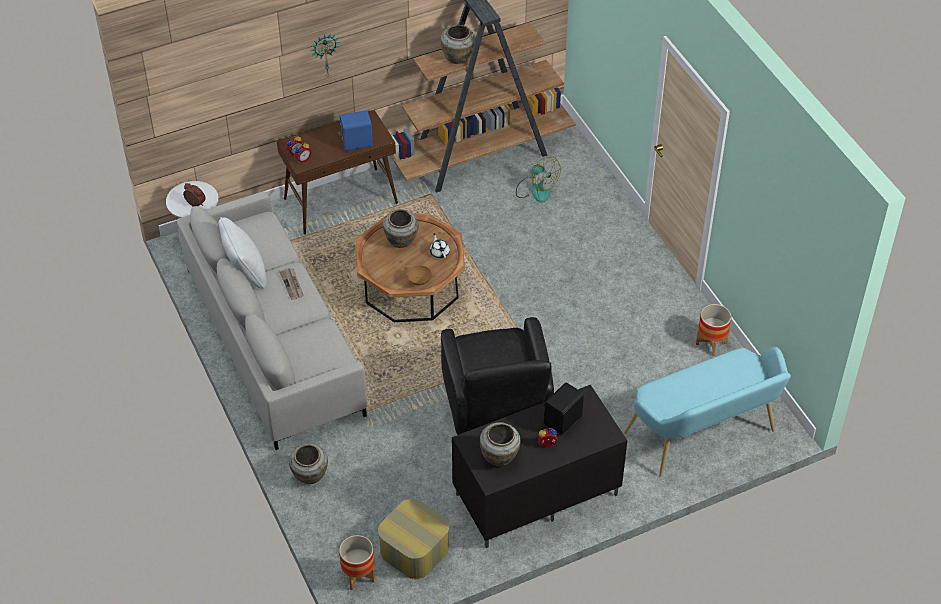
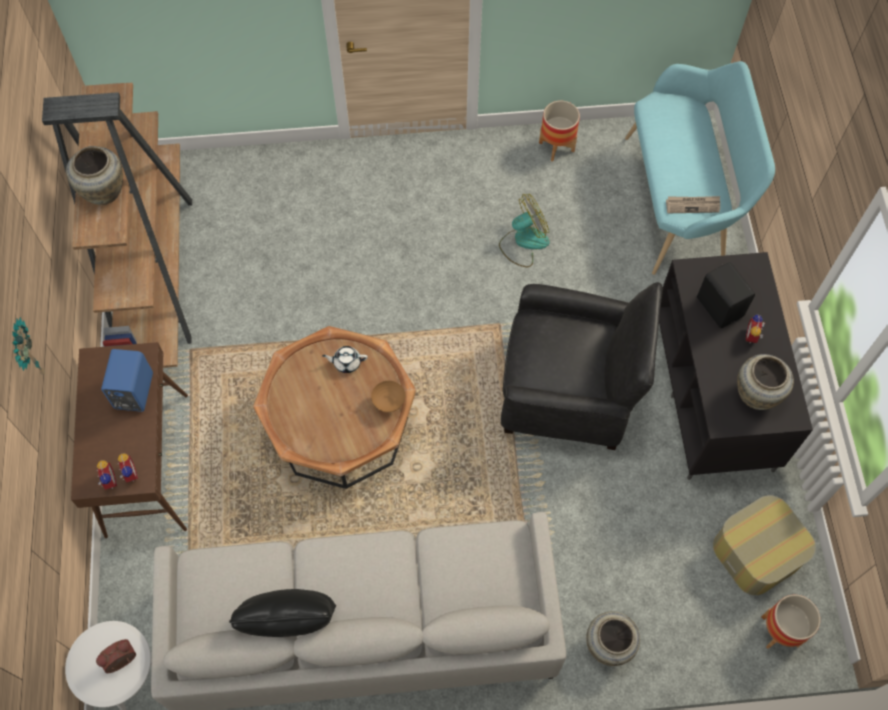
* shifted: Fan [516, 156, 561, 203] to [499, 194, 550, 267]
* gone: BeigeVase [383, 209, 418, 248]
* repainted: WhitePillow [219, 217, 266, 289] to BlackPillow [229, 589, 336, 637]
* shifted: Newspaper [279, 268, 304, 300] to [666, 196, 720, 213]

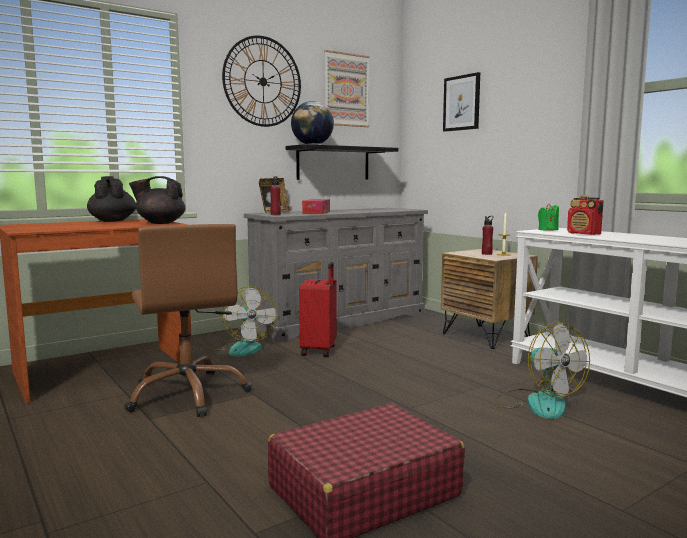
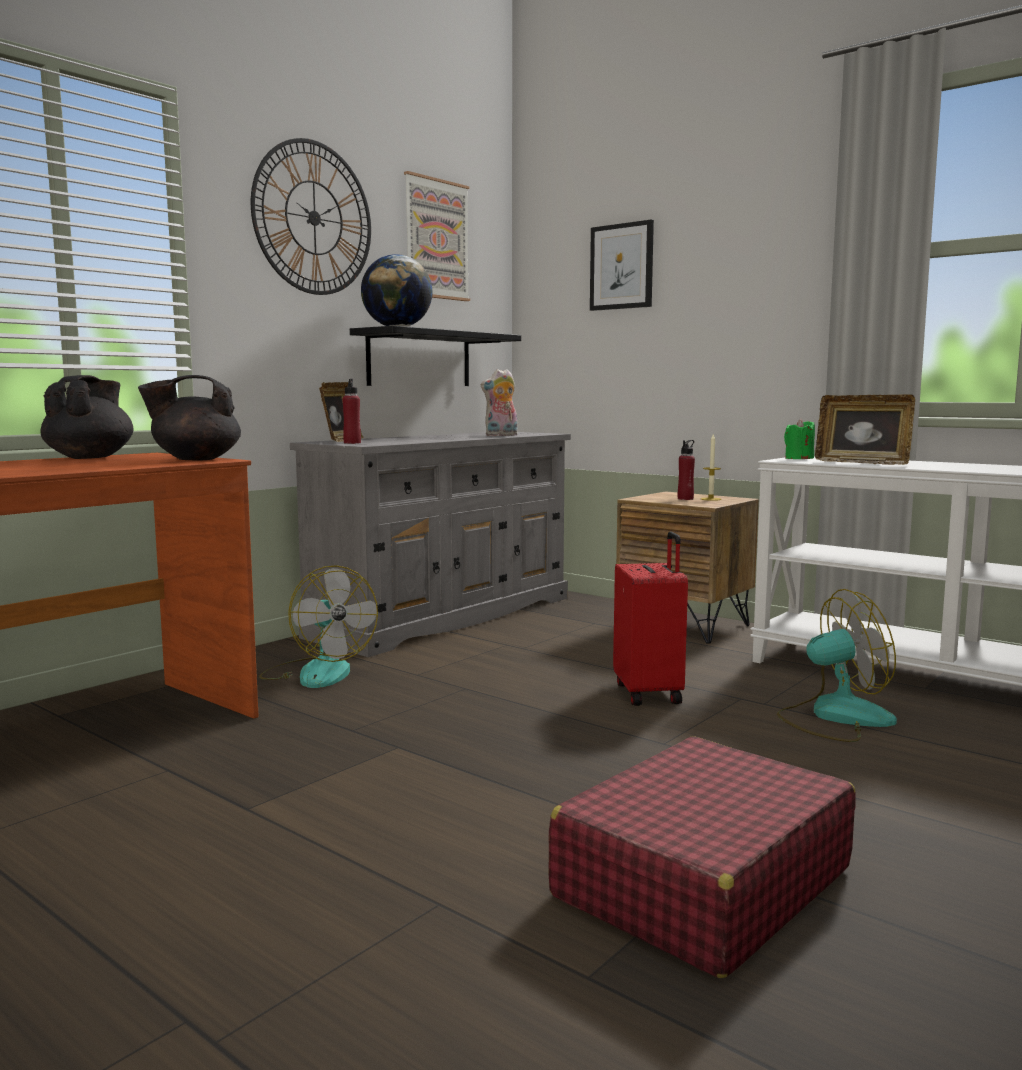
* rotated: BlackTeapot [87, 176, 136, 222] = [40, 375, 133, 459] 45 degrees clockwise
* swapped: Radio [567, 195, 604, 235] to PictureFrame [815, 394, 915, 465]
* gone: TissueBox [302, 199, 330, 214]
* gone: BrownOfficeChair [124, 224, 252, 417]
* shifted: RedSuitcase [299, 262, 337, 357] to [613, 532, 688, 706]
* rotated: Fan [495, 322, 590, 419] = [777, 589, 897, 742] 60 degrees counterclockwise
* new: PlushToy [480, 369, 518, 436]

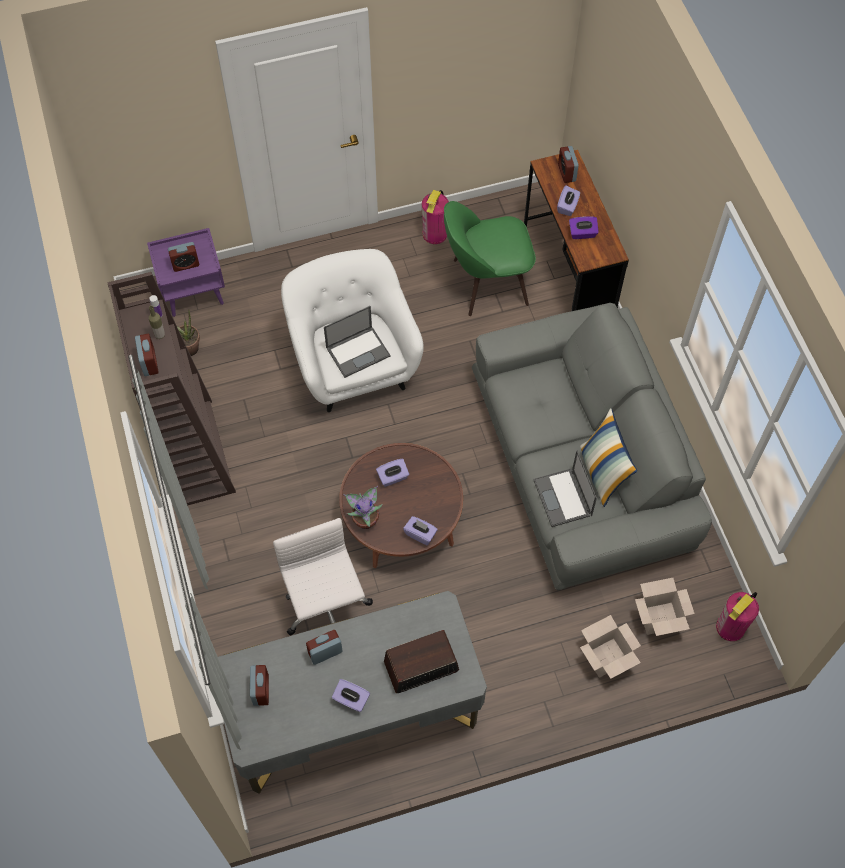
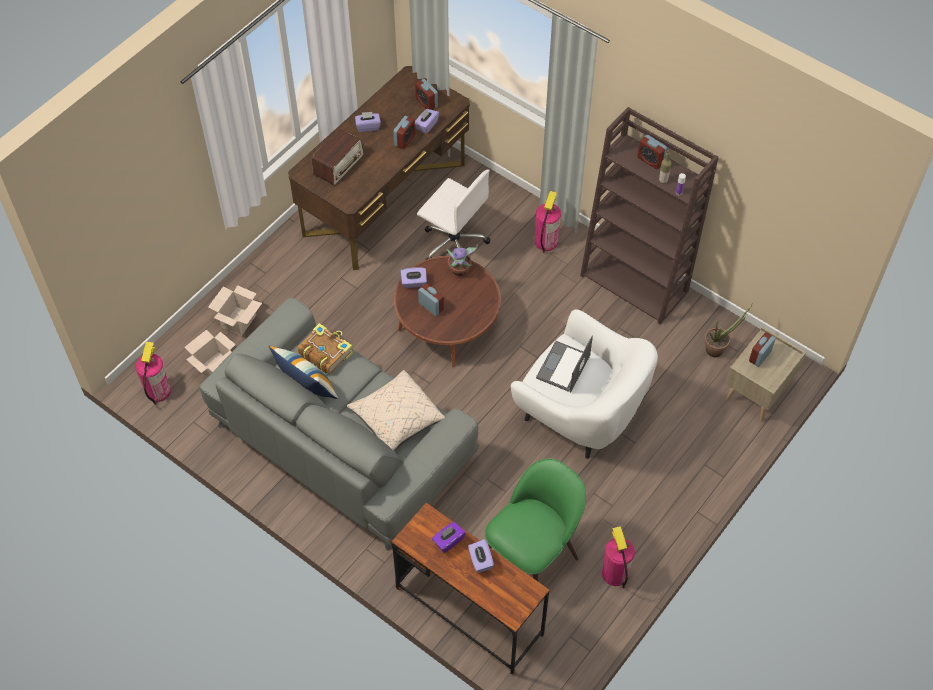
* shifted: AlarmClock [558, 146, 579, 183] to [418, 283, 444, 316]
* repainted: PurpleNightstand [147, 228, 225, 317] to BeigeNightstand [725, 326, 806, 422]
* swapped: Laptop [533, 451, 597, 527] to Book [298, 323, 353, 375]
* shifted: PurpleTissueBox [376, 459, 409, 487] to [415, 109, 439, 134]
* repainted: GreyDesk [218, 591, 487, 794] to BrownDesk [288, 66, 470, 270]
* new: FireExtinguisher [535, 191, 561, 253]
* new: BeigePillow [347, 370, 445, 451]

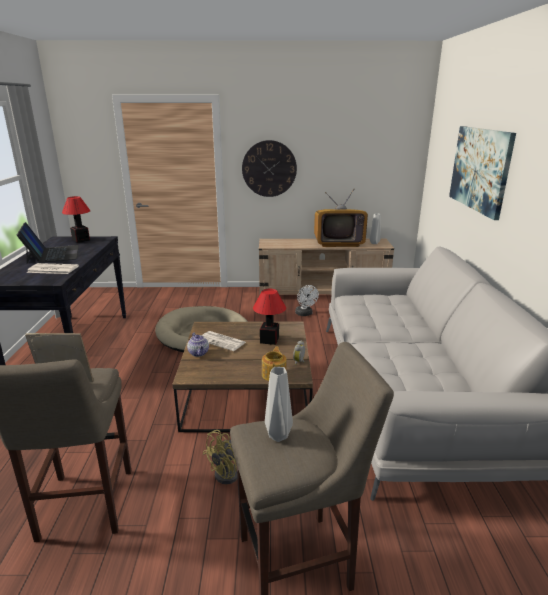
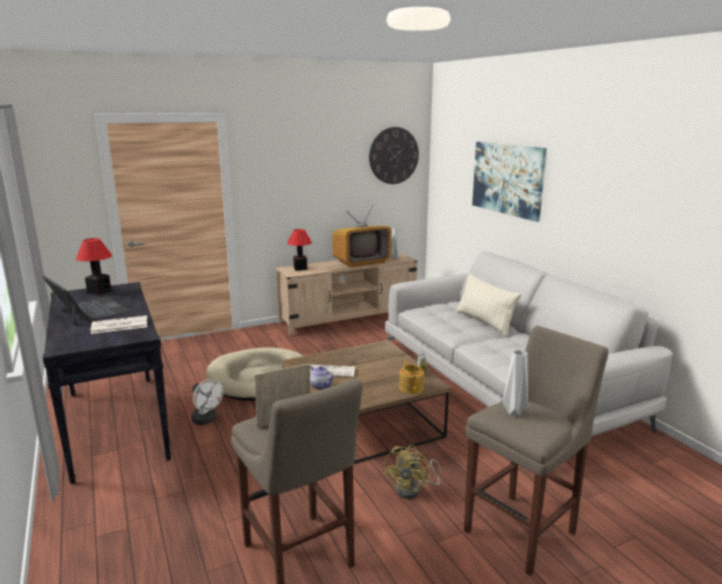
* shifted: WallClock [242, 140, 297, 197] to [369, 127, 419, 184]
* shifted: WhiteFan [295, 285, 319, 316] to [191, 379, 223, 425]
* shifted: TableLamp [253, 289, 286, 345] to [287, 229, 312, 271]
* new: BeigePillow [456, 274, 521, 336]

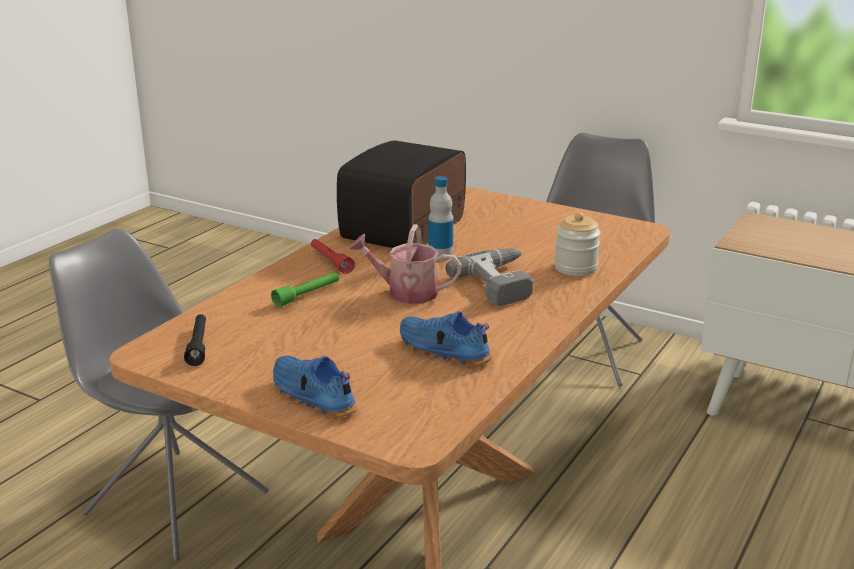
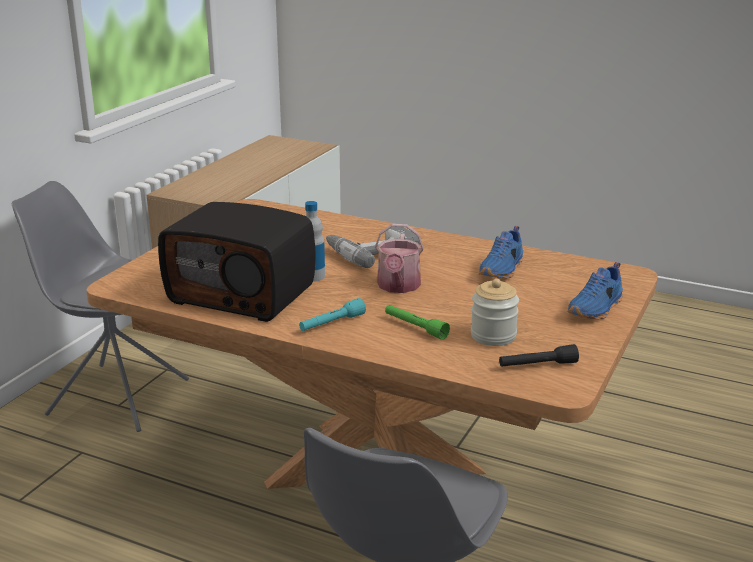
* shifted: Jar [554, 212, 601, 276] to [471, 279, 519, 346]
* repainted: RedFlashlight [311, 239, 355, 274] to TurquoiseFlashlight [299, 298, 366, 331]

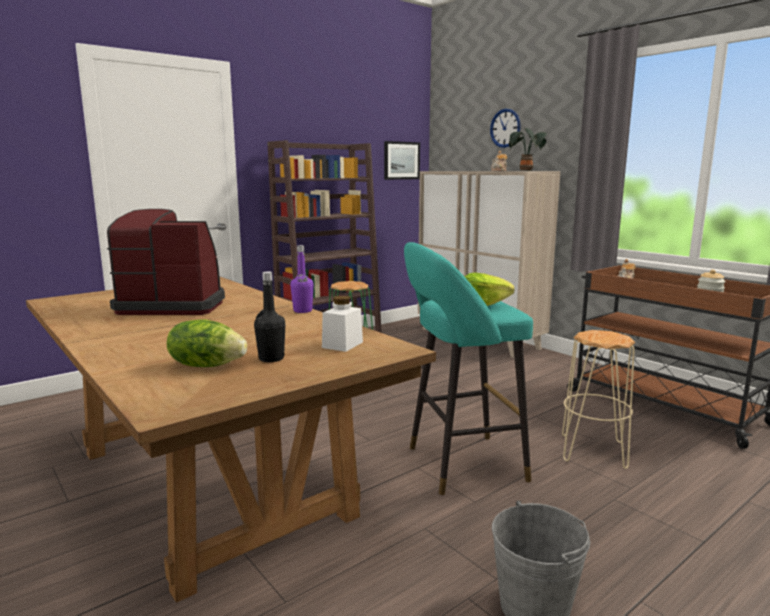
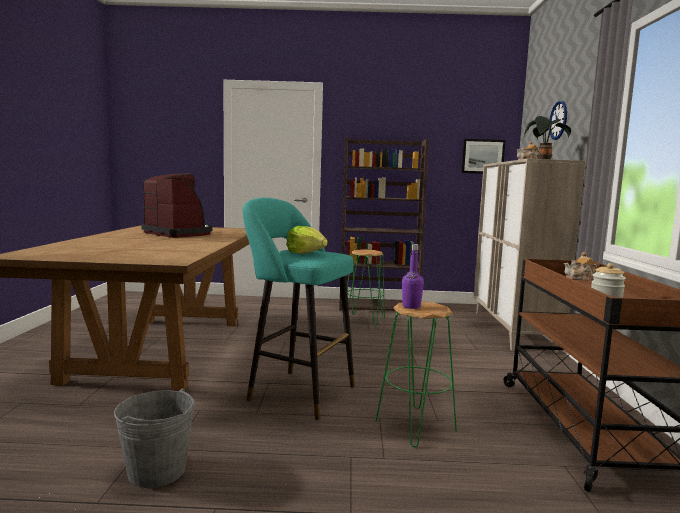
* shifted: PurpleBottle [290, 245, 314, 313] to [402, 244, 424, 309]
* gone: BlackBottle [254, 271, 285, 362]
* gone: WhiteJar [322, 296, 363, 352]
* gone: Lettuce [167, 319, 247, 367]
* repainted: BeigeStool [562, 330, 635, 469] to GreenStool [376, 301, 457, 447]

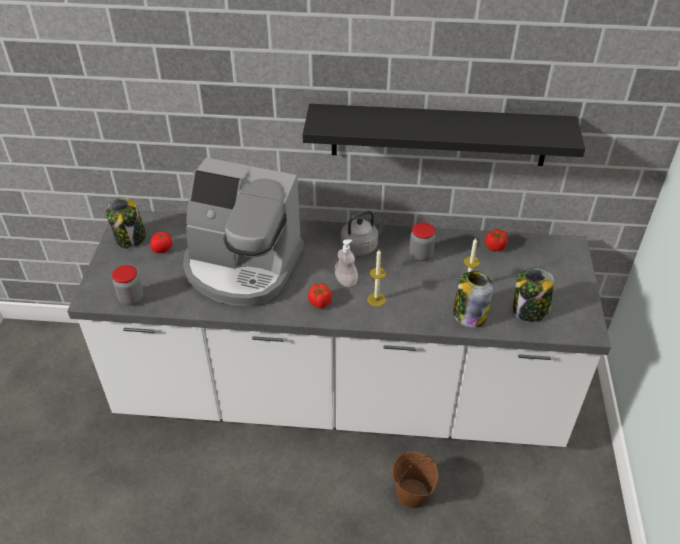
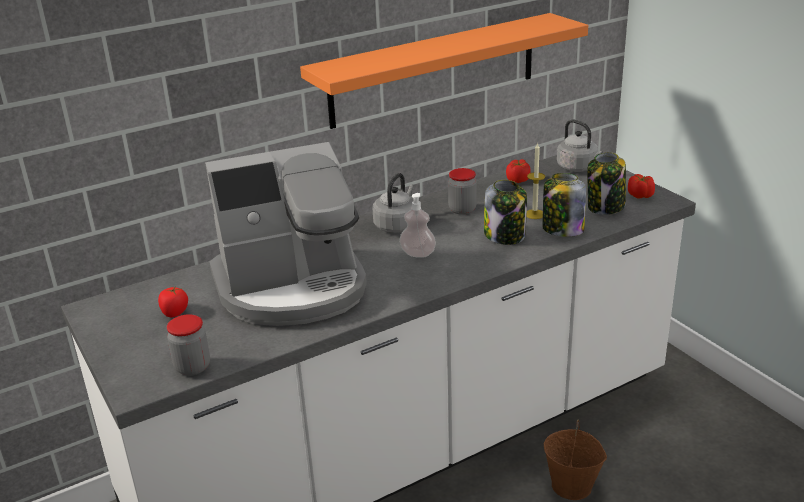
* repainted: BlackShelf [303, 104, 585, 166] to OrangeShelf [300, 13, 588, 129]
* shifted: Jar [106, 198, 146, 249] to [484, 180, 527, 245]
* gone: Candle [367, 250, 386, 307]
* shifted: Tomato [308, 283, 332, 309] to [628, 174, 655, 199]
* new: GreyKettle [557, 119, 603, 172]

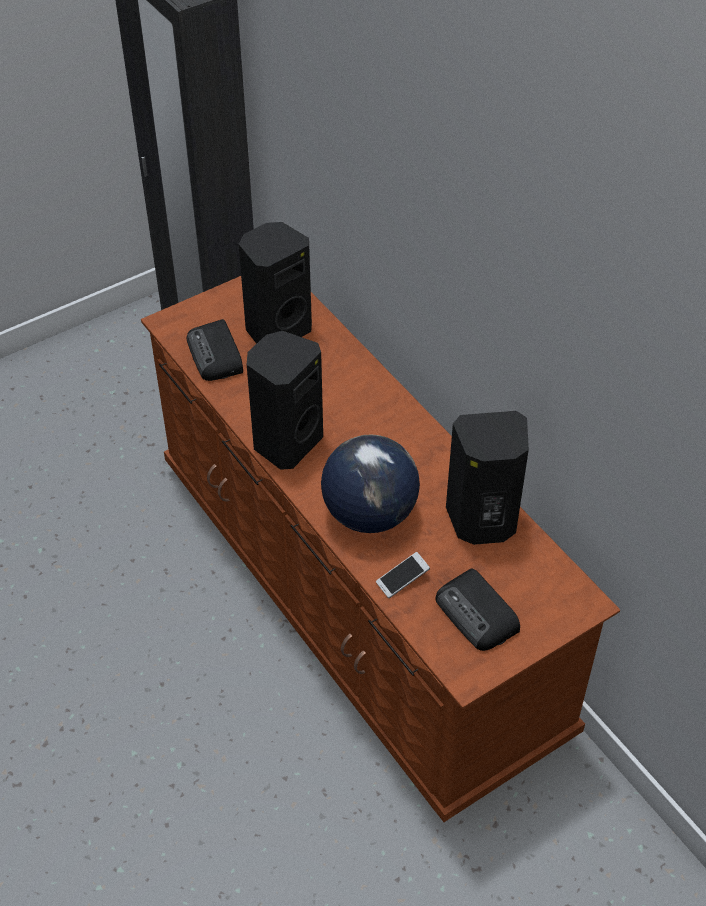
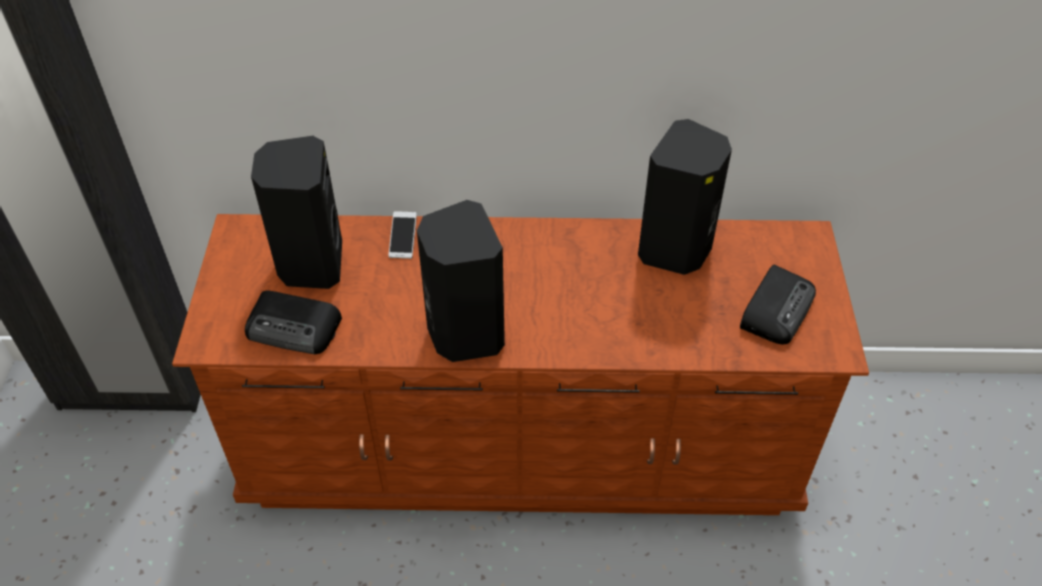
* gone: Globe [321, 434, 420, 533]
* shifted: Phone [376, 552, 430, 598] to [388, 211, 417, 259]
* rotated: Radio [436, 568, 520, 651] = [740, 265, 816, 344] 60 degrees counterclockwise

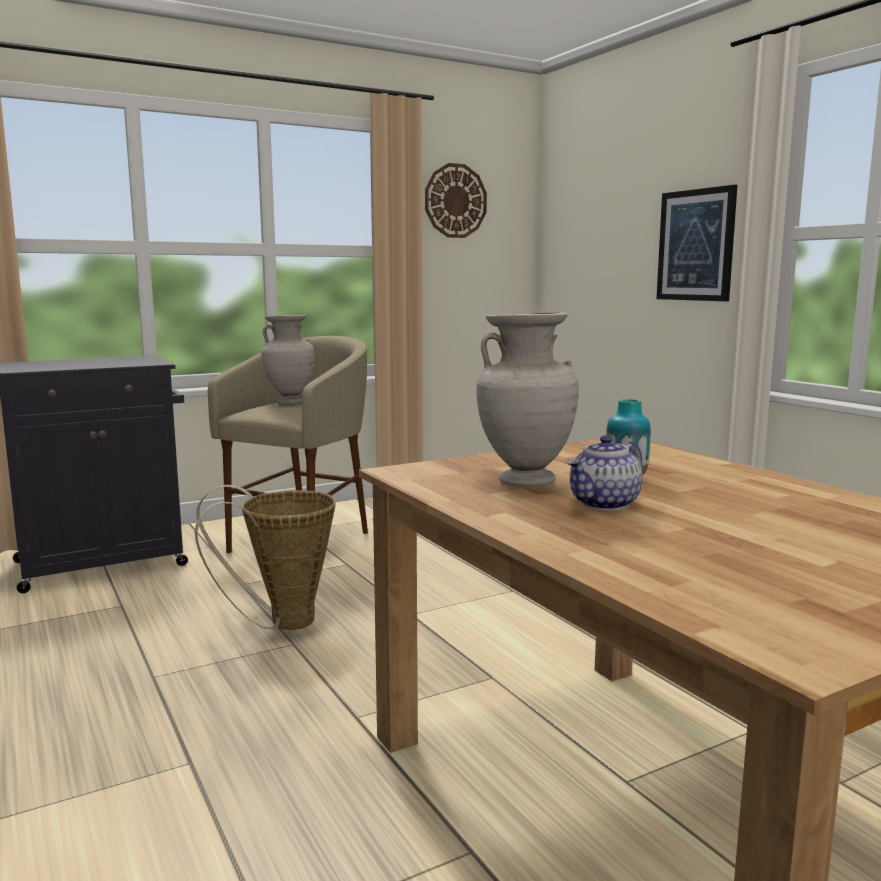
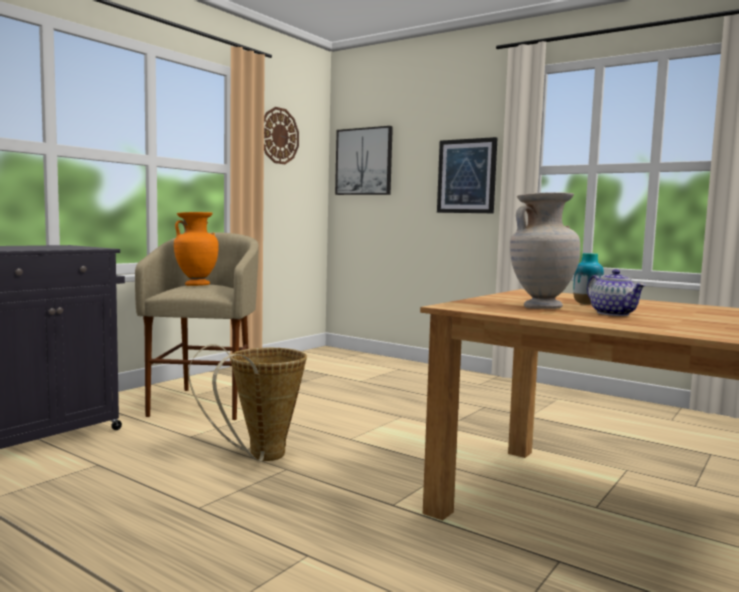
* repainted: BeigeVase [261, 314, 315, 404] to OrangeVase [174, 212, 219, 286]
* rotated: Teapot [567, 435, 642, 510] = [587, 269, 646, 316] 45 degrees counterclockwise
* new: Picture [335, 126, 393, 195]

